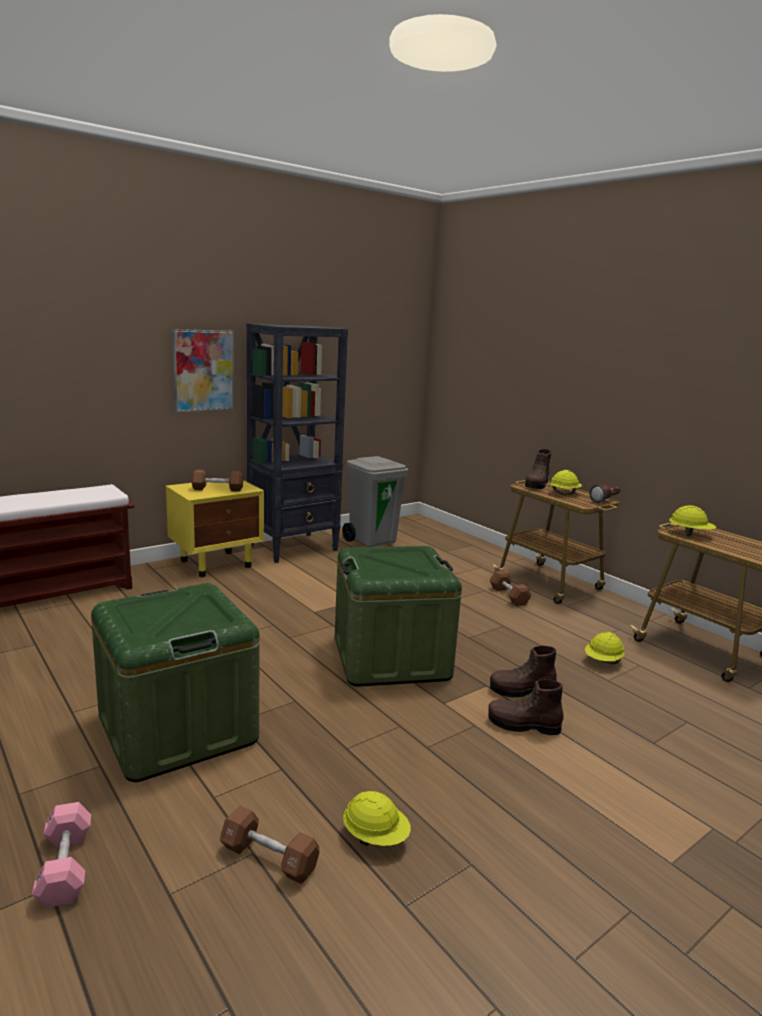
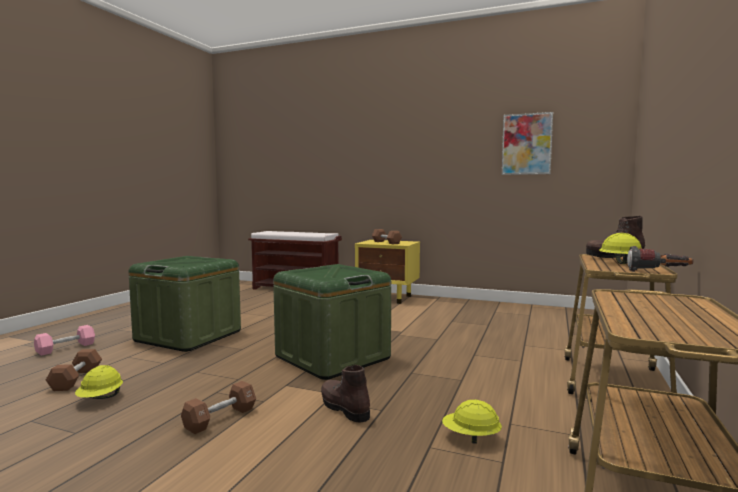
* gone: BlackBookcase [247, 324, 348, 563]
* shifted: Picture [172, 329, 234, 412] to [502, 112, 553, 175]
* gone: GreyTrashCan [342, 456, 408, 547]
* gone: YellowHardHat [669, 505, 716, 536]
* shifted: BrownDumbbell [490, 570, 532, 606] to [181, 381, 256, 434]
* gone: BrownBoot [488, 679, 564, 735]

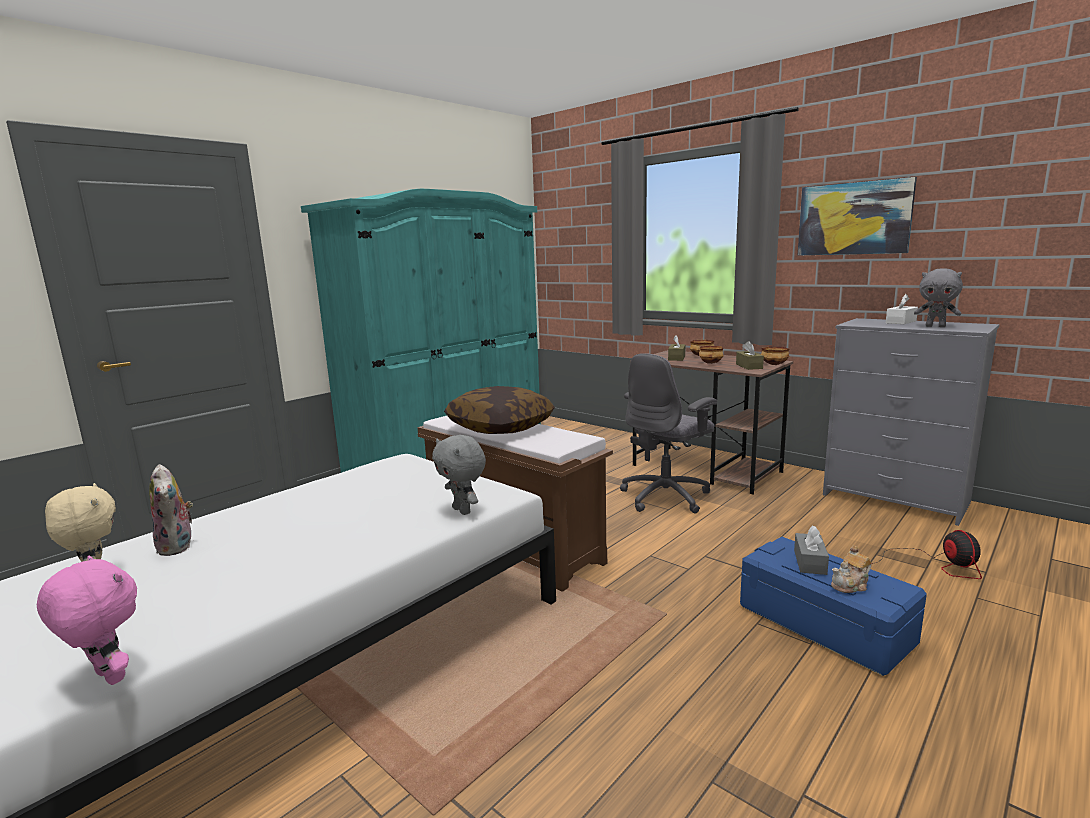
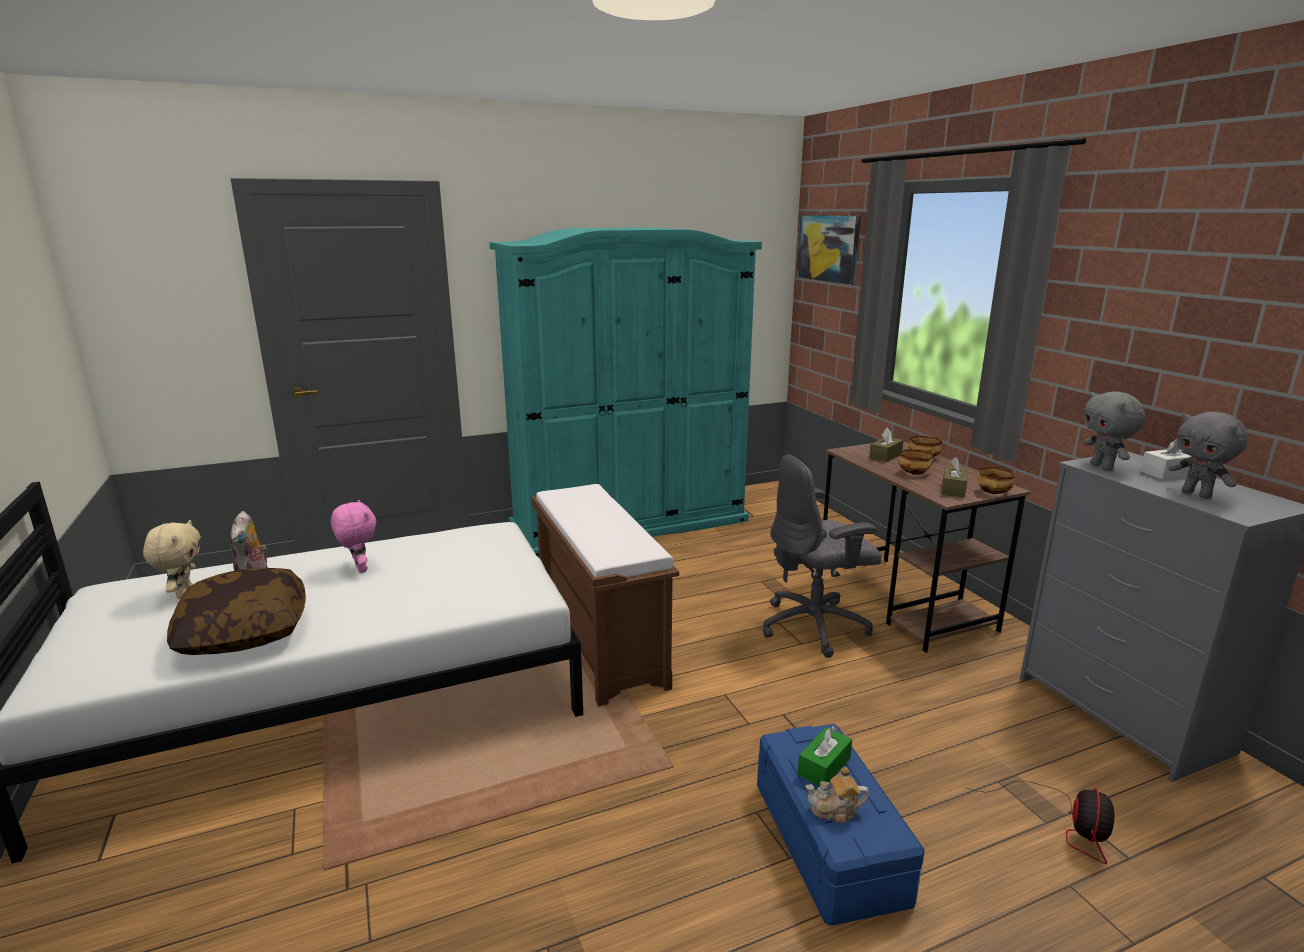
* shifted: Picture [798, 177, 917, 255] to [797, 215, 861, 285]
* shifted: Pillow [444, 386, 555, 434] to [167, 568, 306, 655]
* shifted: GreyPlushToy [432, 435, 486, 515] to [1083, 391, 1145, 470]
* repainted: GreyTissueBox [794, 525, 829, 575] to GreenTissueBox [798, 726, 852, 786]
* shifted: PinkPlushToy [37, 556, 137, 685] to [331, 500, 376, 573]

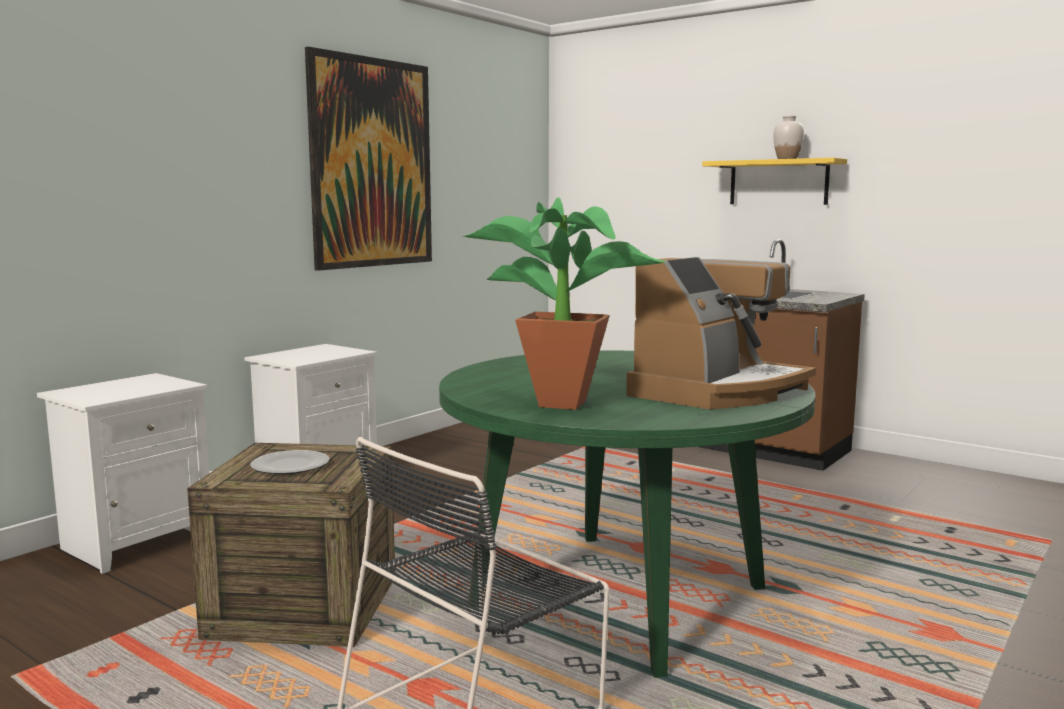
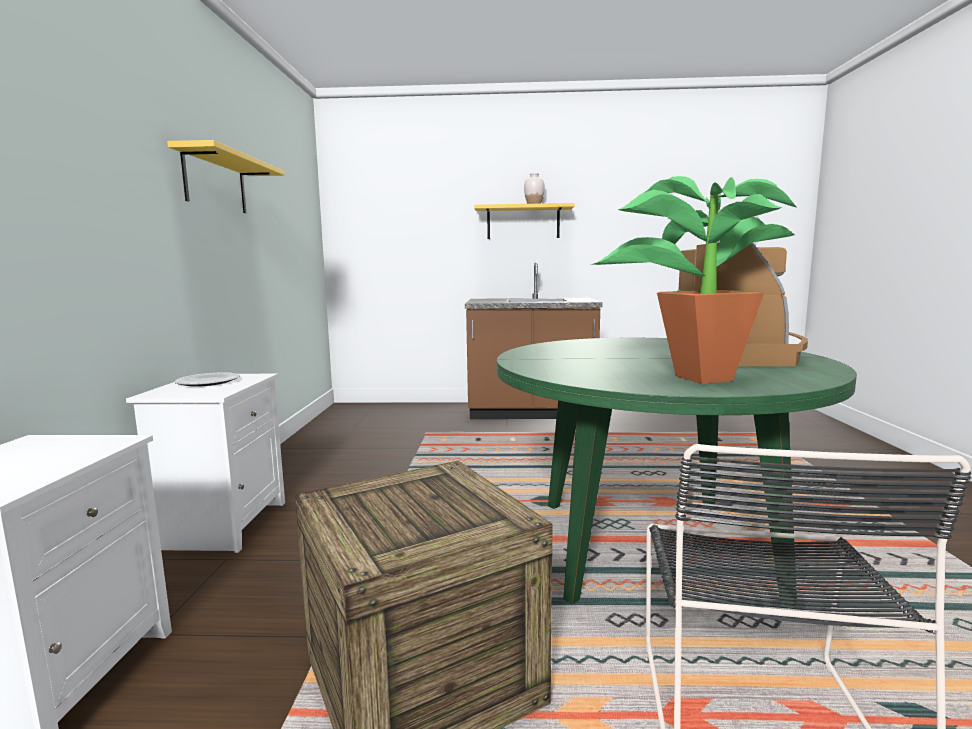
* swapped: Picture [305, 47, 432, 271] to YellowShelf [167, 140, 285, 213]
* shifted: Plate [250, 450, 329, 474] to [174, 372, 240, 387]

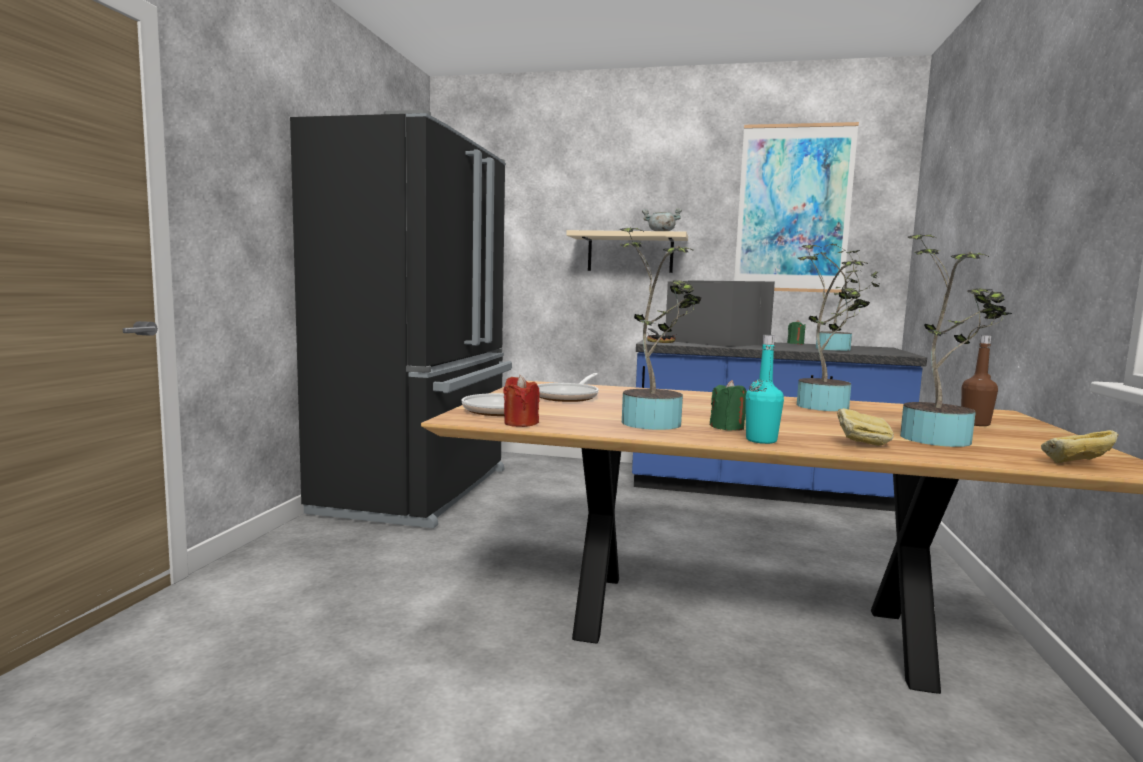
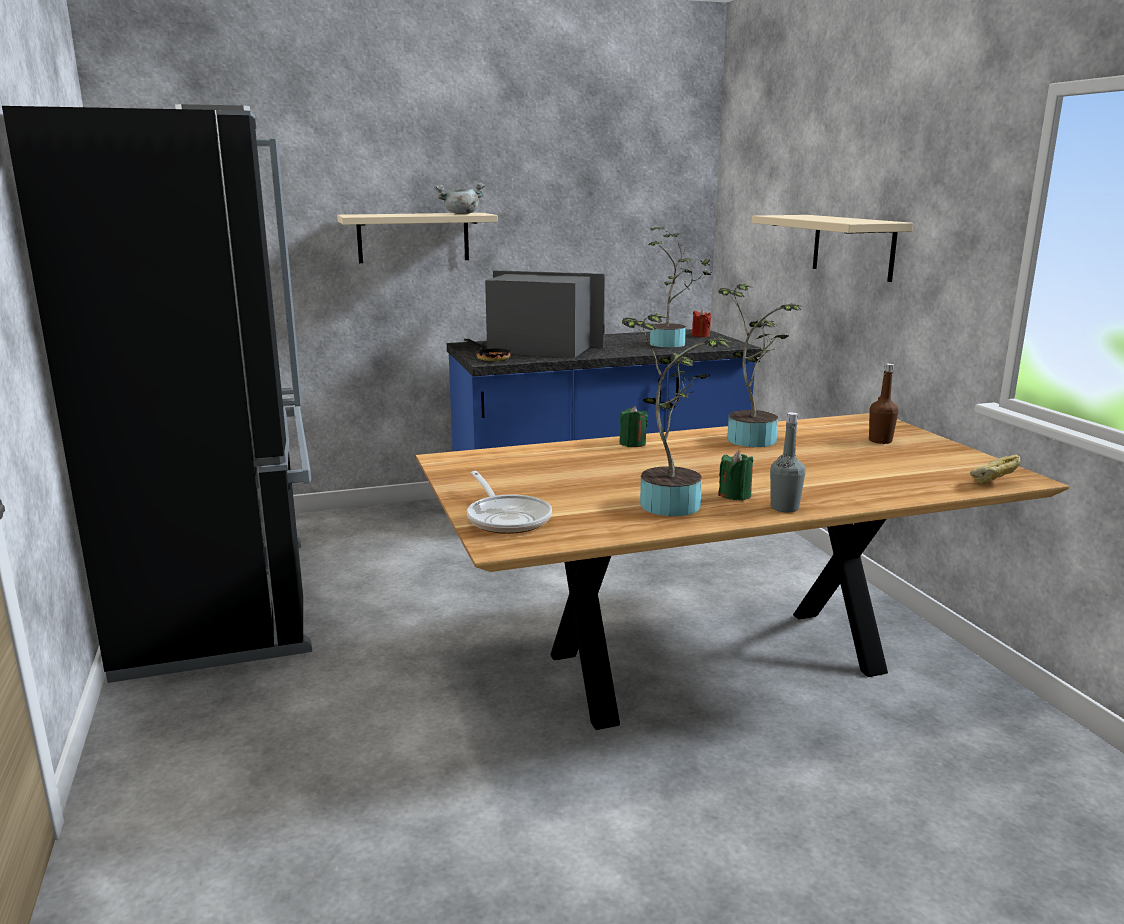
* gone: Picture [734, 122, 859, 293]
* gone: PottedPlant [900, 235, 1012, 447]
* shifted: GreenCandle [787, 320, 806, 344] to [619, 406, 648, 447]
* repainted: TurquoiseBottle [745, 335, 784, 444] to GreyBottle [770, 412, 806, 512]
* gone: FryingPan [538, 373, 599, 402]
* shifted: RedCandle [503, 375, 540, 427] to [692, 309, 711, 337]
* gone: Bread [837, 408, 894, 446]
* new: BeigeShelf [751, 215, 913, 282]

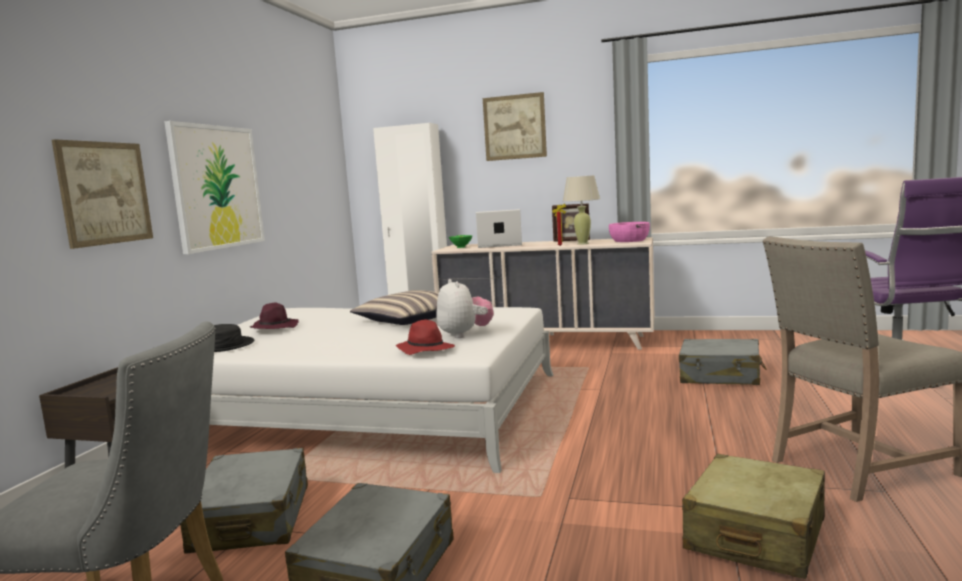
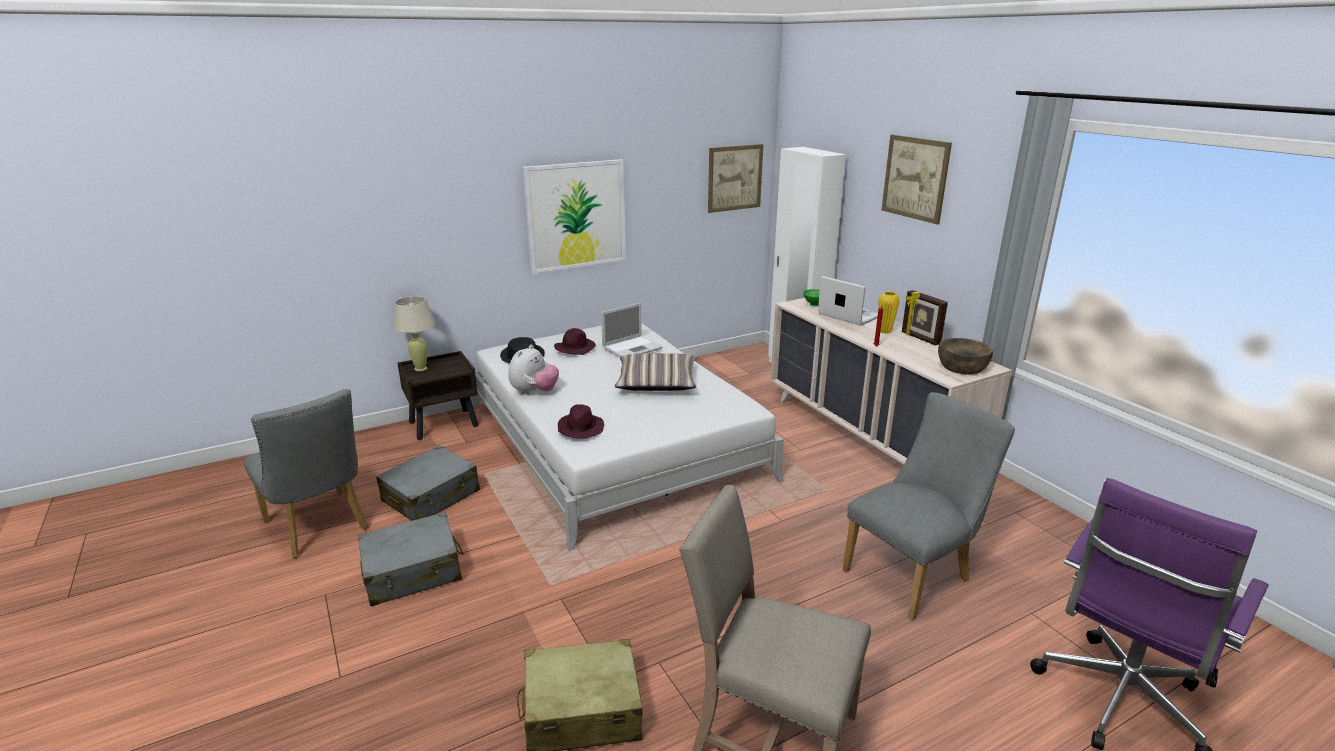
* shifted: Picture [52, 139, 153, 249] to [708, 144, 763, 213]
* shifted: BeigeTableLamp [563, 175, 600, 245] to [393, 296, 435, 371]
* repainted: PinkBowl [609, 222, 650, 242] to BrownBowl [938, 338, 993, 375]
* shifted: PlushToy [437, 279, 494, 338] to [508, 345, 559, 395]
* repainted: RedHat [396, 319, 455, 355] to PurpleHat [558, 404, 604, 438]
* swapped: GreySuitcase [679, 339, 766, 385] to GreyChair [842, 392, 1015, 620]
* new: YellowVase [878, 292, 899, 334]
* new: Laptop [601, 303, 663, 357]

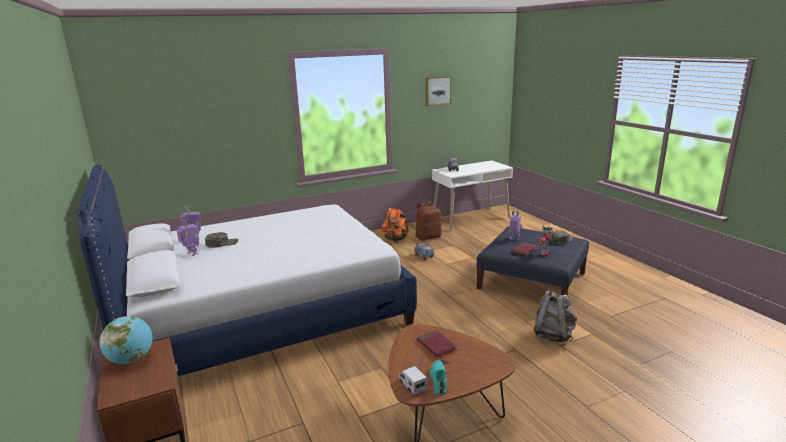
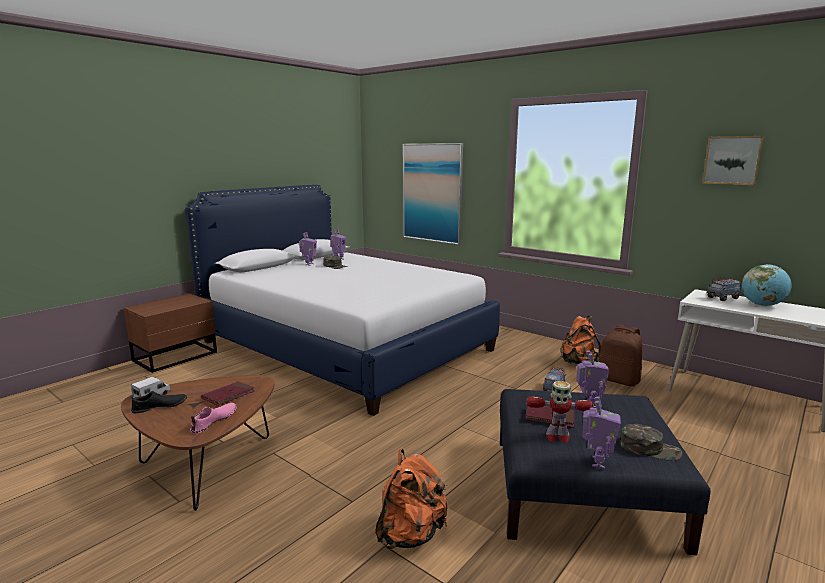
* repainted: GreyBackpack [534, 290, 577, 342] to OrangeBackpack [375, 449, 448, 549]
* shifted: Globe [99, 316, 153, 364] to [742, 264, 792, 306]
* repainted: TurquoiseShoe [430, 360, 447, 395] to BlackShoe [131, 391, 187, 413]
* new: Picture [403, 143, 463, 245]
* new: ToyRobot [582, 396, 621, 469]
* new: PinkShoe [190, 403, 237, 434]

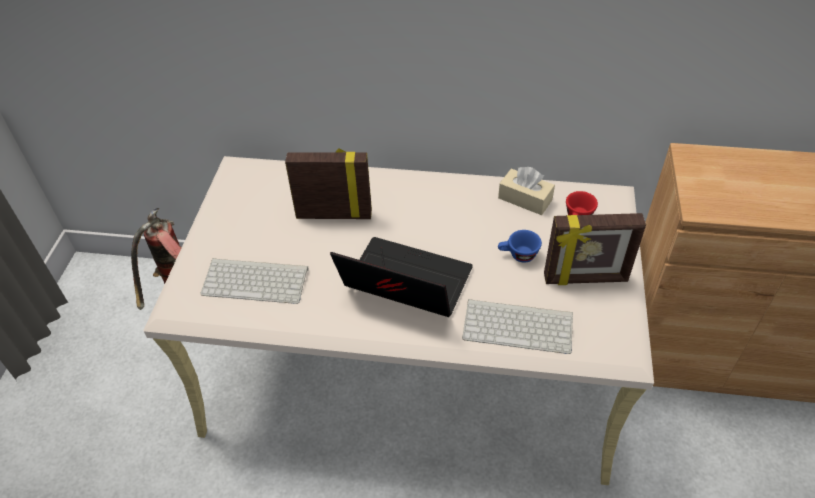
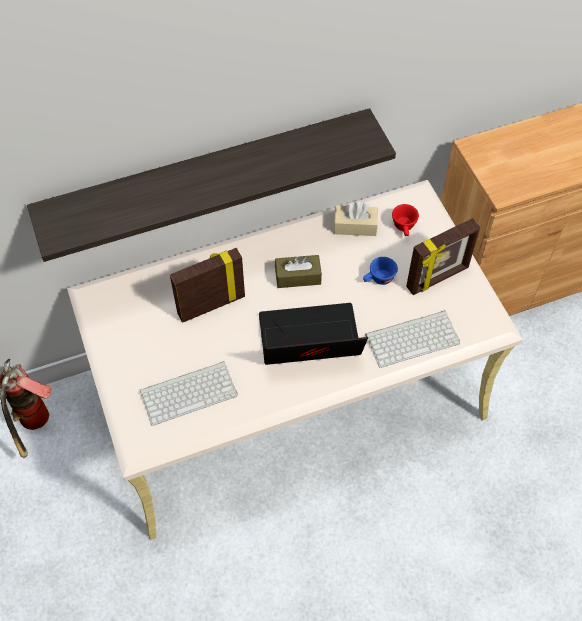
* new: Shelf [27, 108, 396, 262]
* new: BrownTissueBox [275, 255, 322, 288]

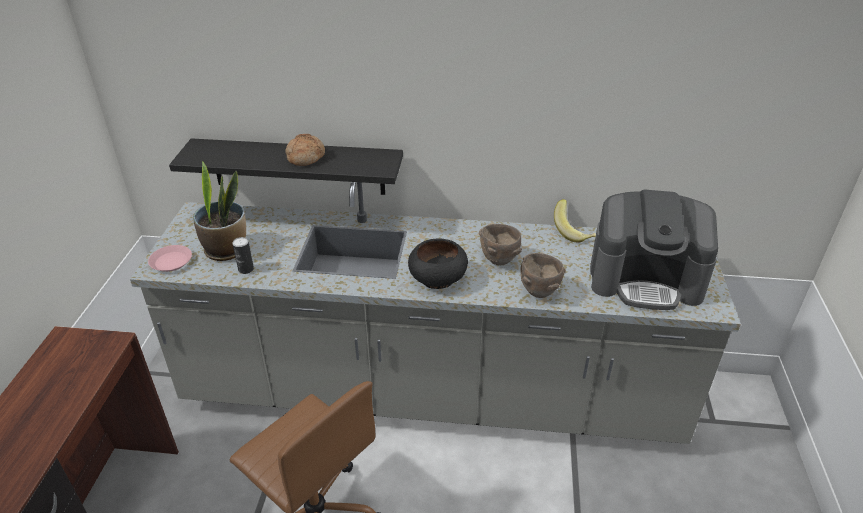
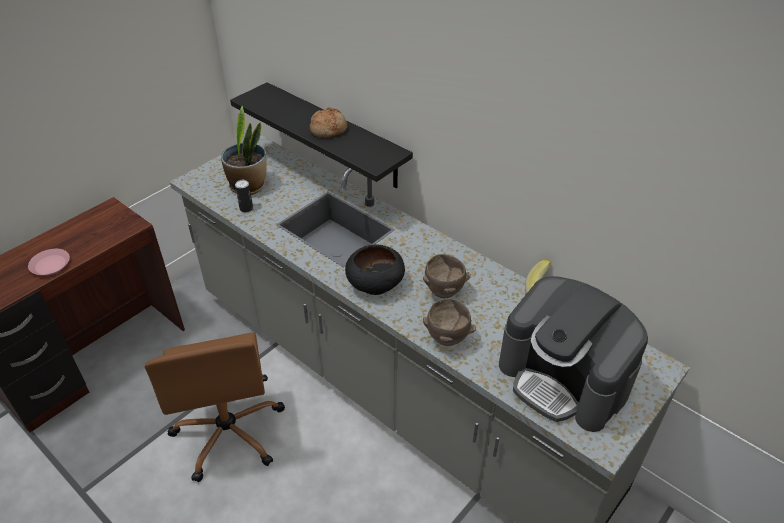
* shifted: PinkPlate [148, 245, 192, 272] to [28, 249, 70, 275]

